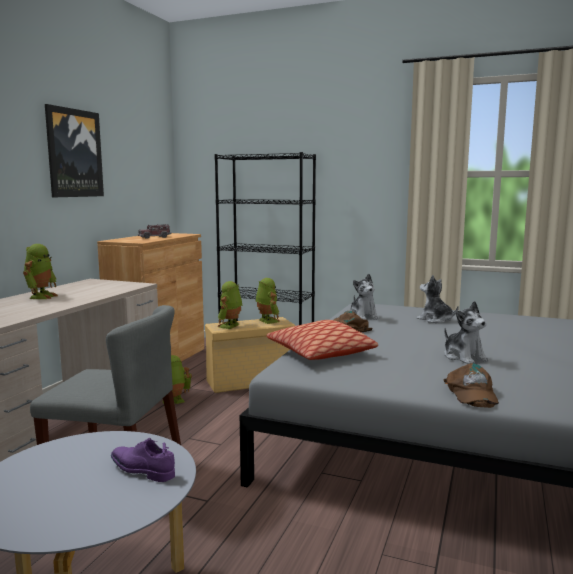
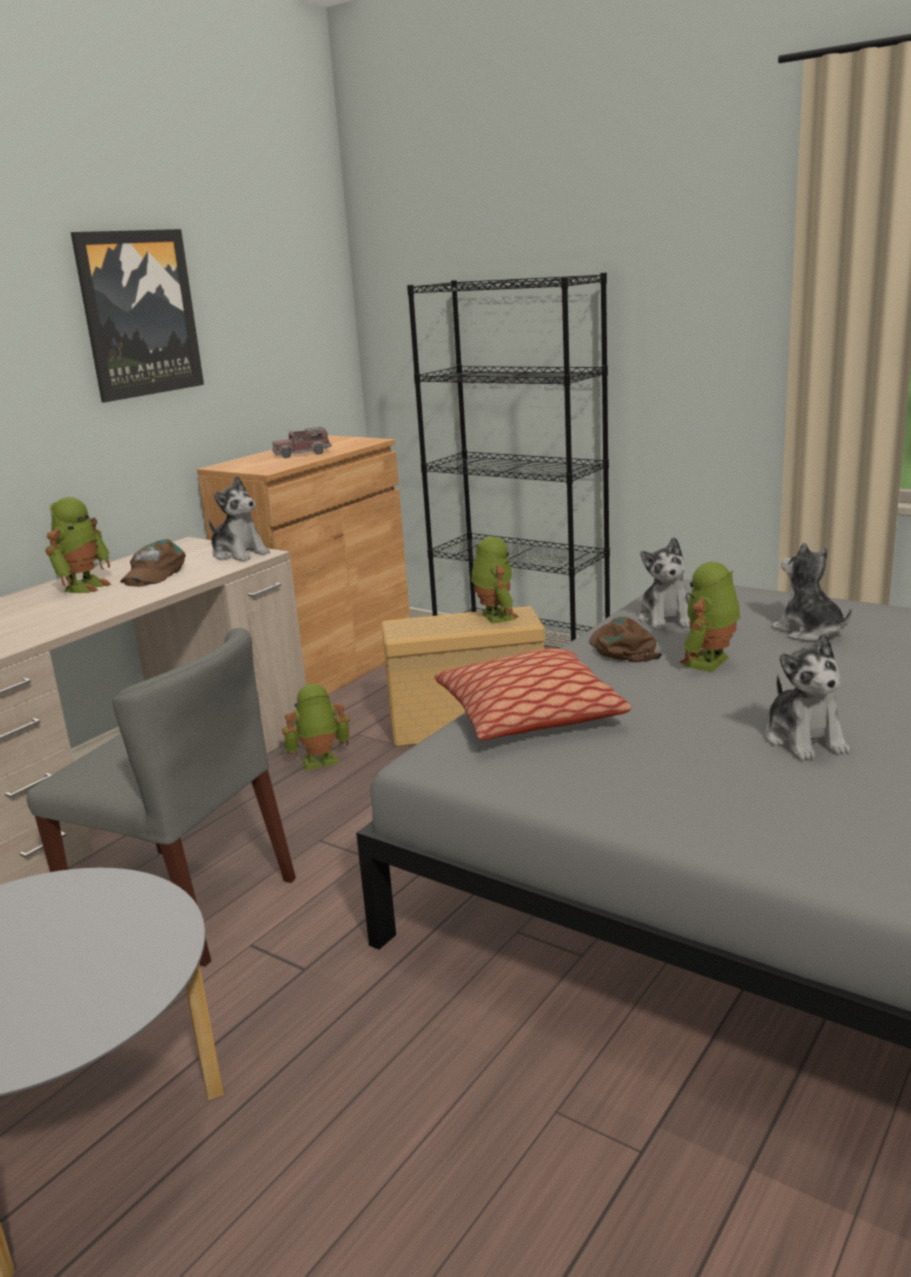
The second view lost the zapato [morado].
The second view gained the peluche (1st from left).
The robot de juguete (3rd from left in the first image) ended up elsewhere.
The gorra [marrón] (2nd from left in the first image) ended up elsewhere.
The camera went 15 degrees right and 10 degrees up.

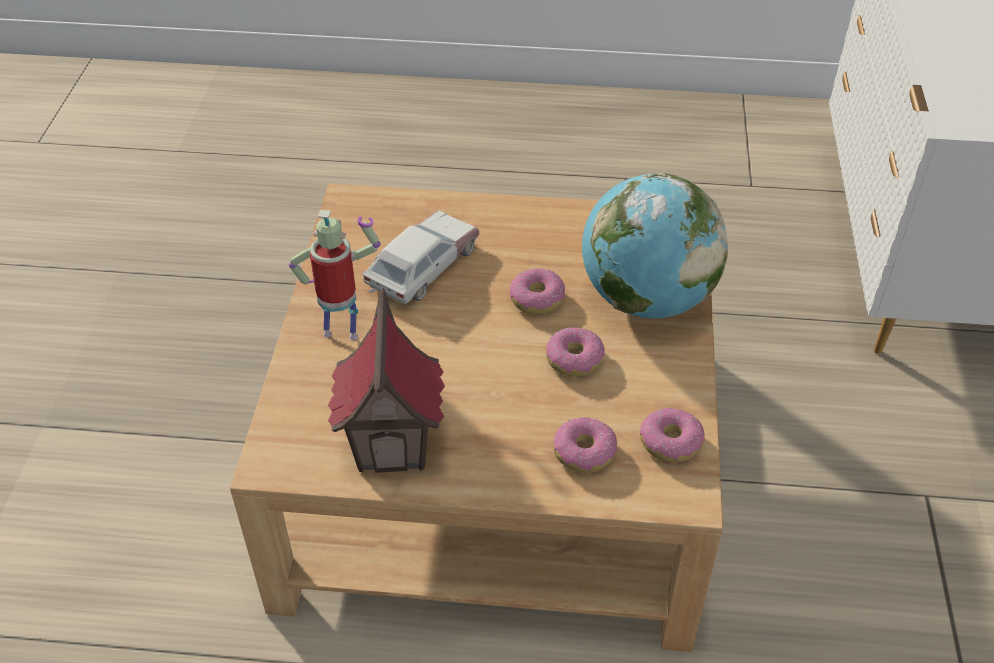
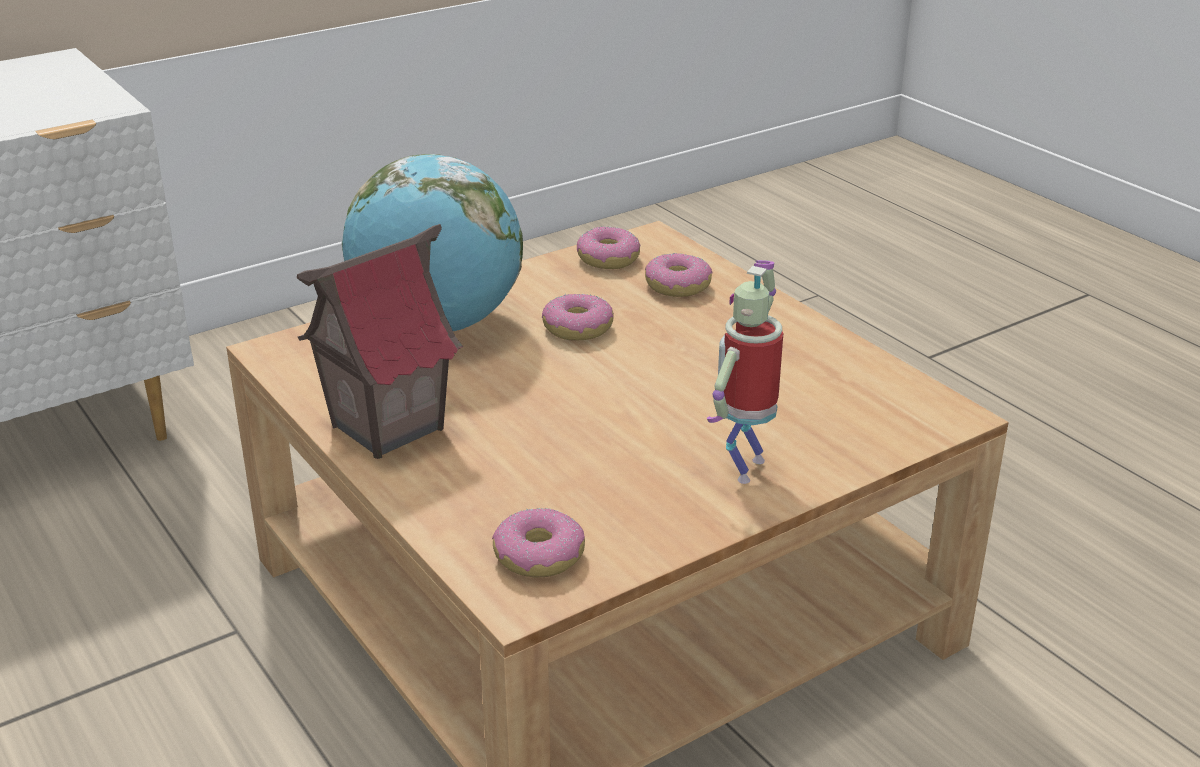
The second view lost the coche de juguete.
The casita ended up elsewhere.
The rosquilla (1st from left) ended up elsewhere.
The robot de juguete ended up facing another way, 60 degrees clockwise from before.
The camera went 130 degrees left and 15 degrees down.

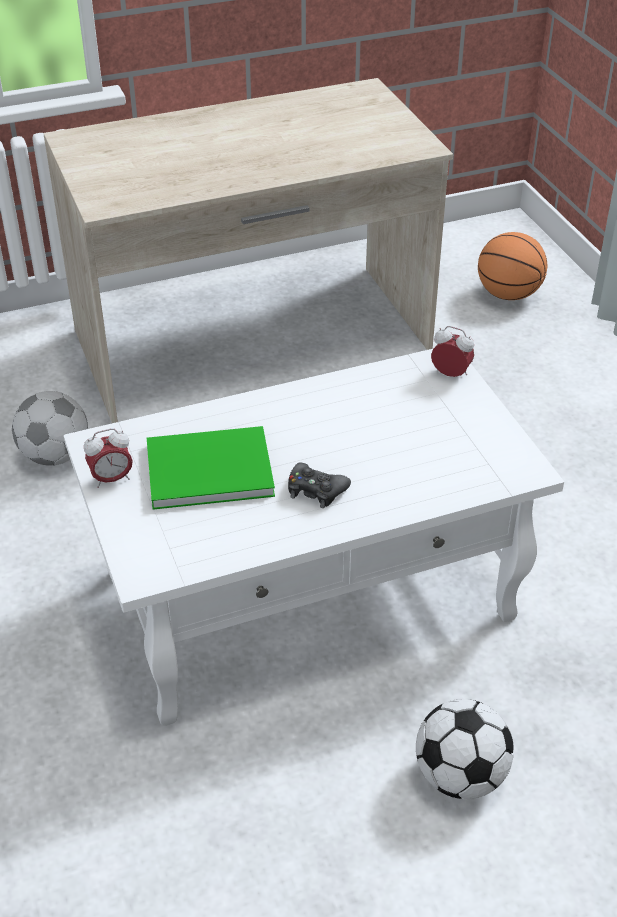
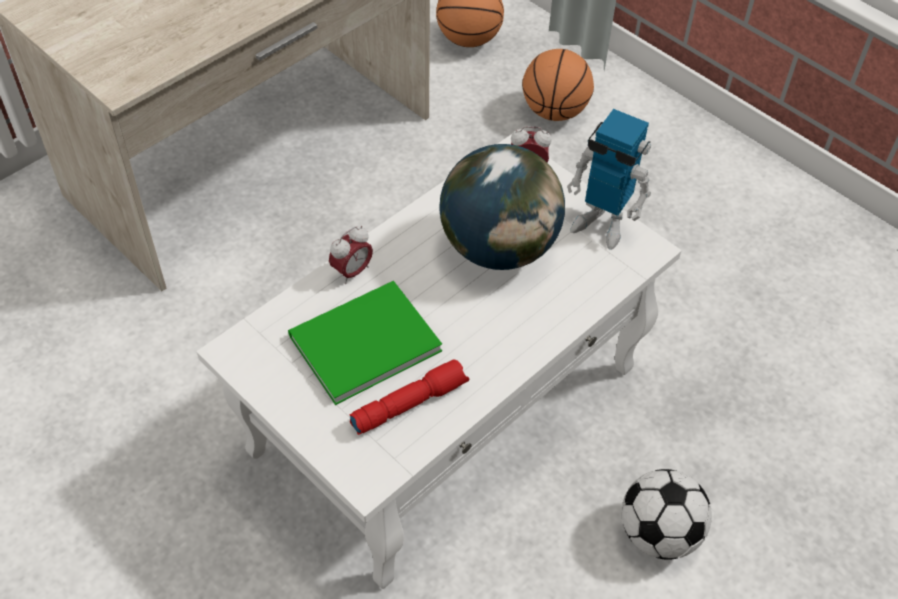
The second view lost the balón de fútbol (1st from left).
The second view lost the mando de consola [negro].
The second view gained the linterna [rojo].
The second view gained the globo terráqueo.
The second view gained the balón de baloncesto (2nd from left).
The second view gained the robot de juguete.
The despertador (1st from left) ended up elsewhere.
The camera went 25 degrees left and 10 degrees up.

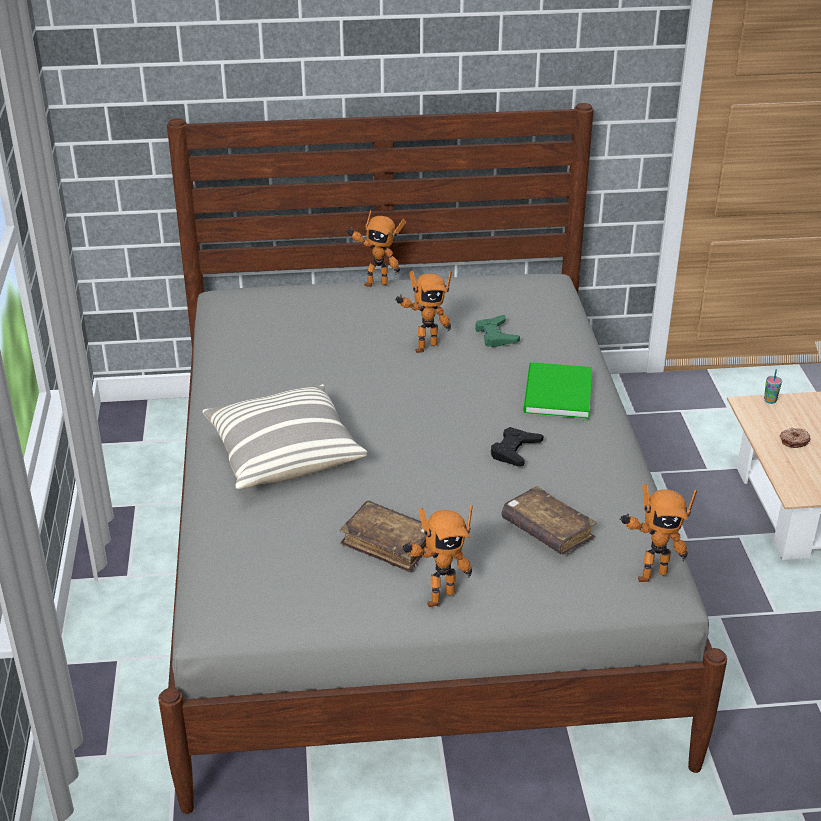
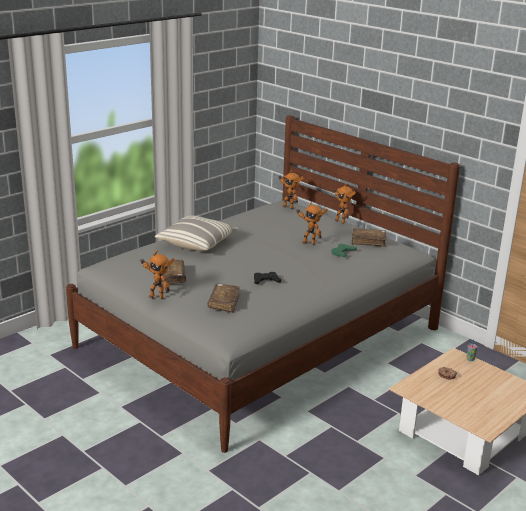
The second view lost the libro [verde].
The second view gained the libro [marrón] (3rd from left).
The robot de juguete (4th from left in the first image) ended up elsewhere.
The camera went 50 degrees right and 10 degrees down.

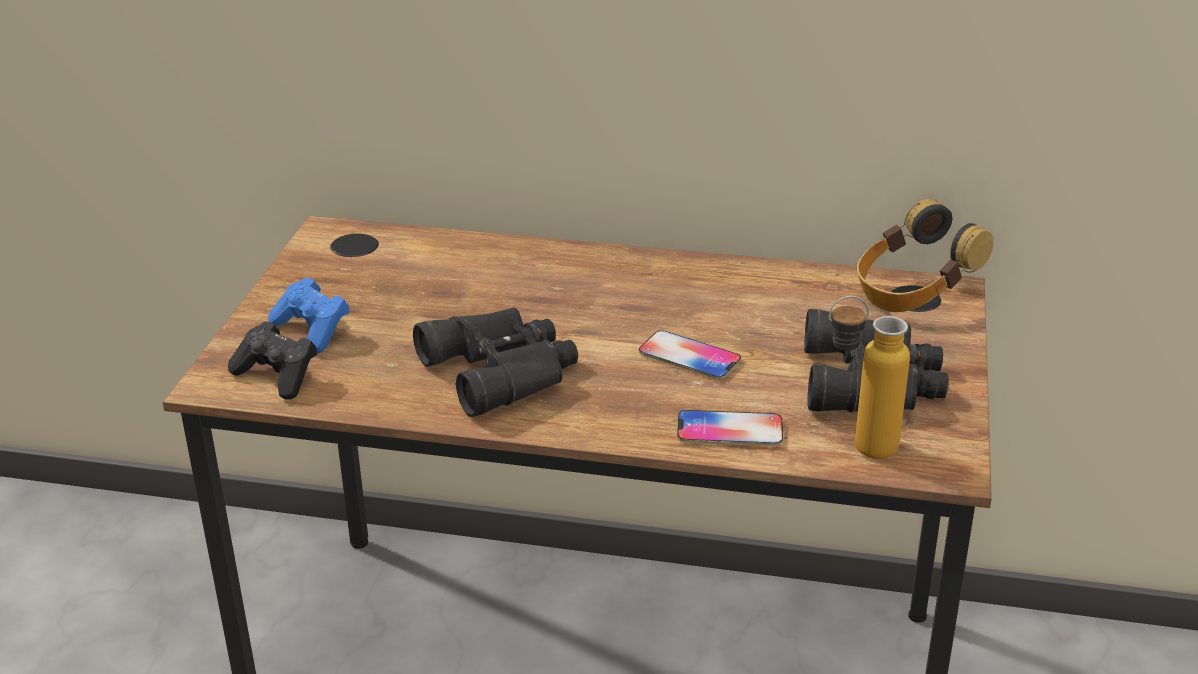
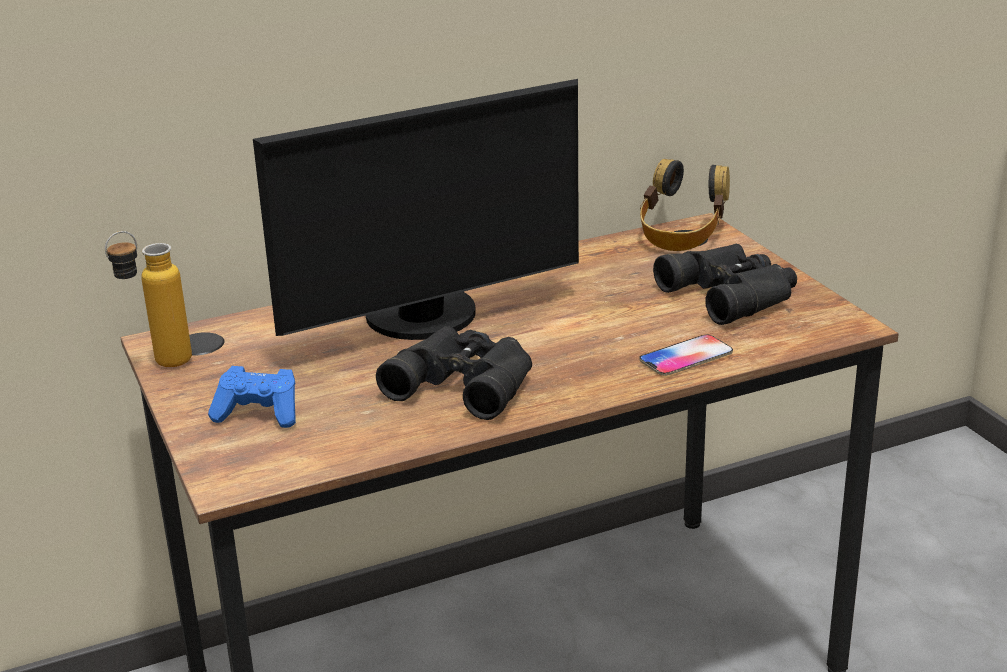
The second view lost the mando de consola [negro].
The second view lost the móvil (1st from left).
The second view gained the monitor.
The botella ended up elsewhere.
The camera went 35 degrees left and 5 degrees down.

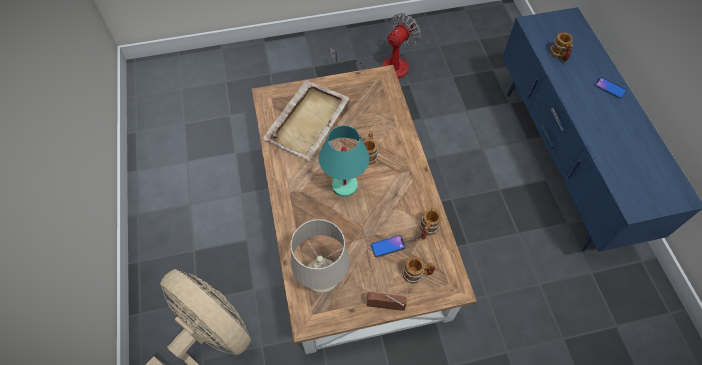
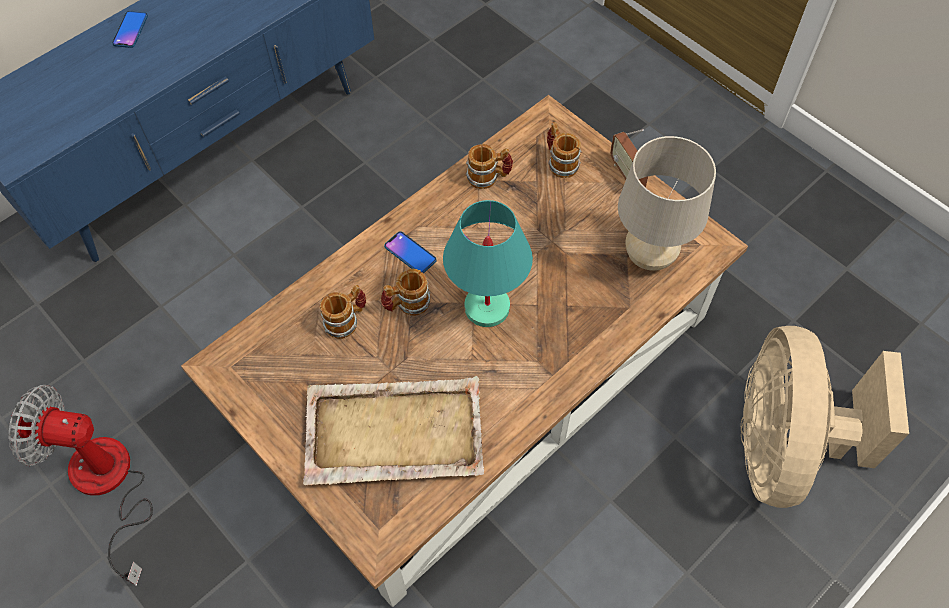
The móvil (1st from left in the first image) ended up elsewhere.
The taza grande (4th from left in the first image) ended up elsewhere.
The camera went 120 degrees left and 0 degrees up.

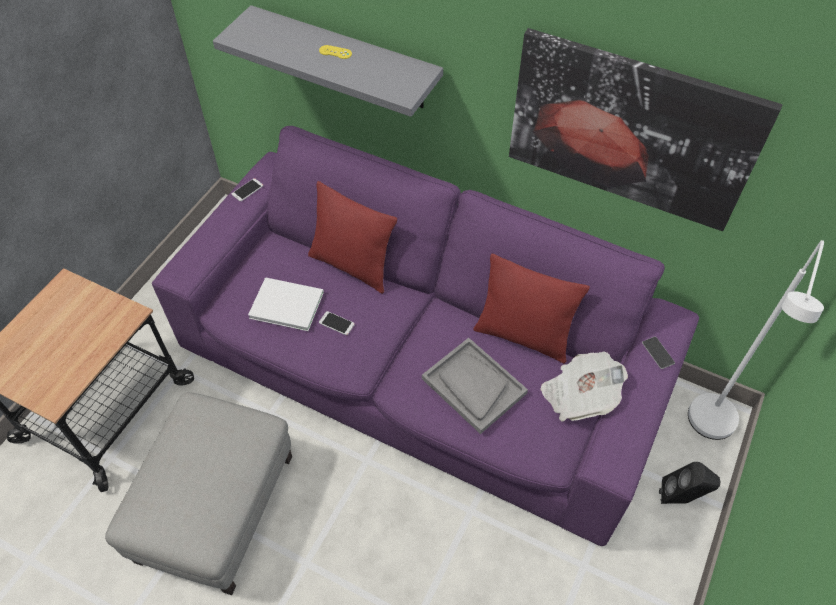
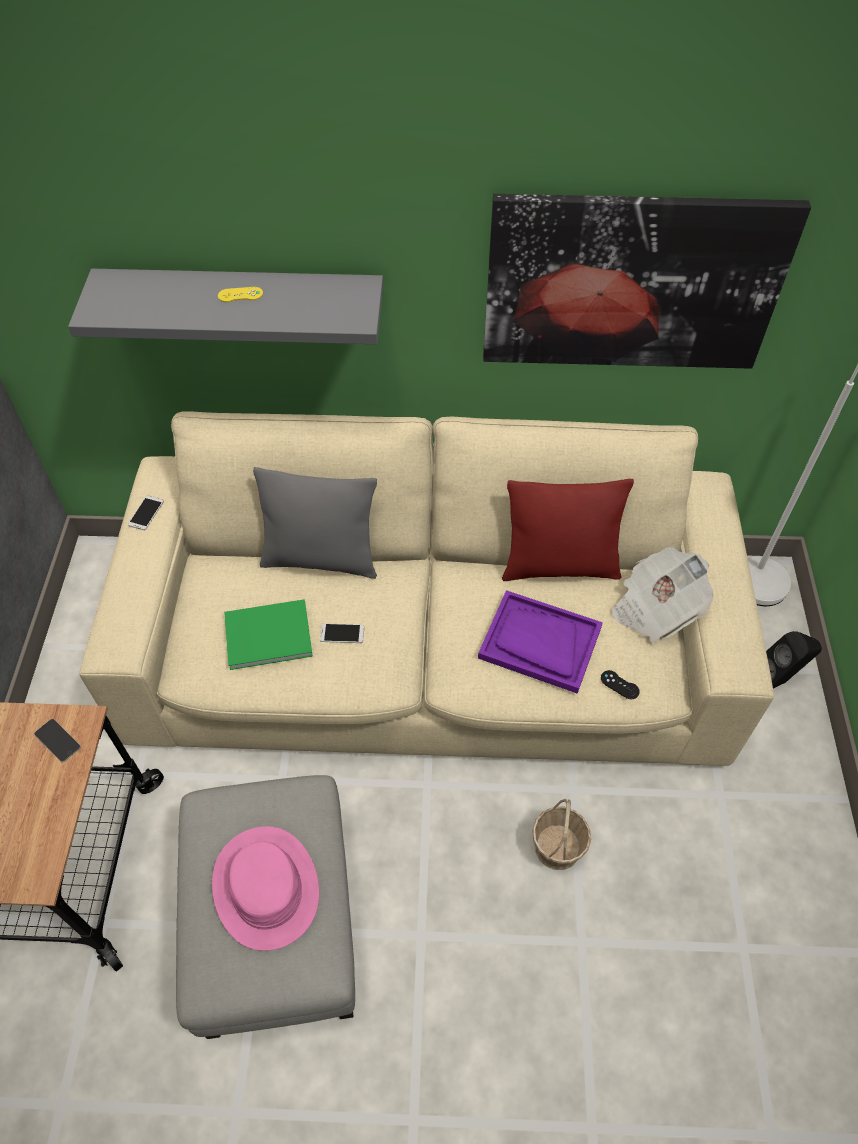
The second view gained the sombrero [rosa].
The second view gained the cesta.
The second view gained the mando de consola [negro].
The móvil (3rd from left in the first image) ended up elsewhere.
What was the sofá [morado] turned into the sofá [beis].
What was the libro [blanco] turned into the libro [verde].
What was the cojín [rojo] (1st from left) turned into the cojín [gris].
What was the bandeja [gris] turned into the bandeja [morado].
The camera went 25 degrees left and 0 degrees up.

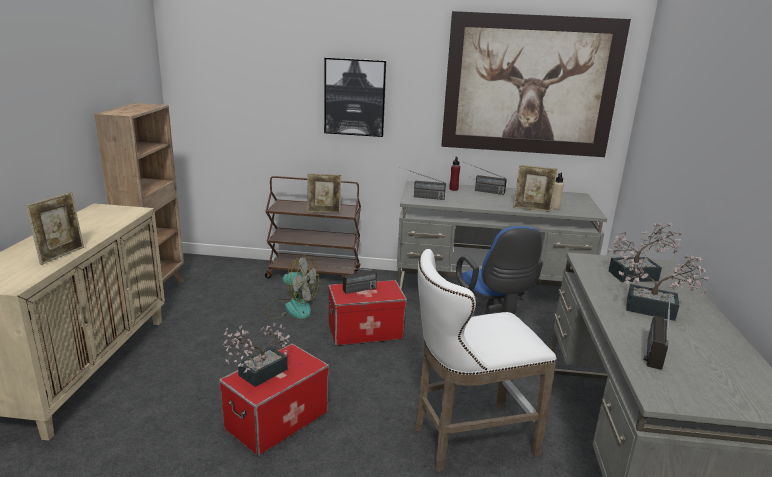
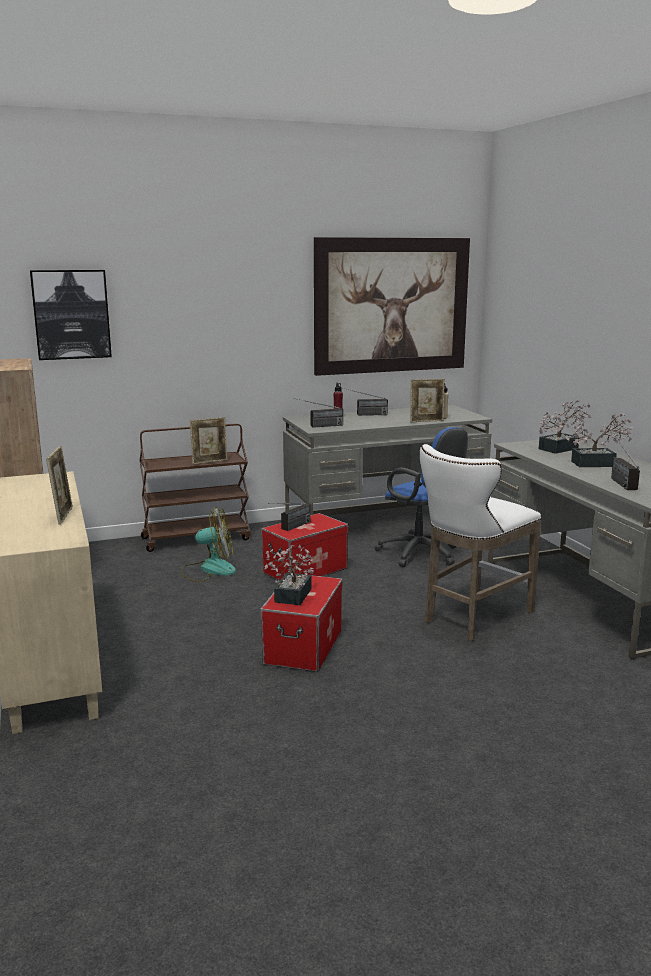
The cuadro (1st from left) ended up elsewhere.
The camera went 25 degrees left and 5 degrees down.

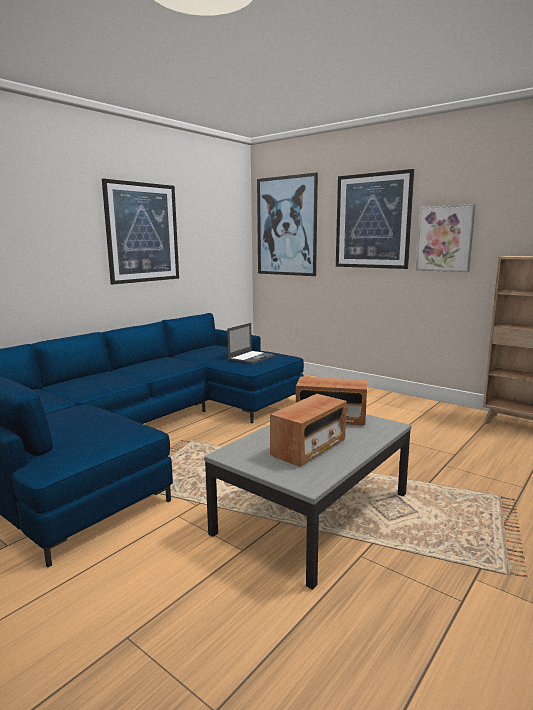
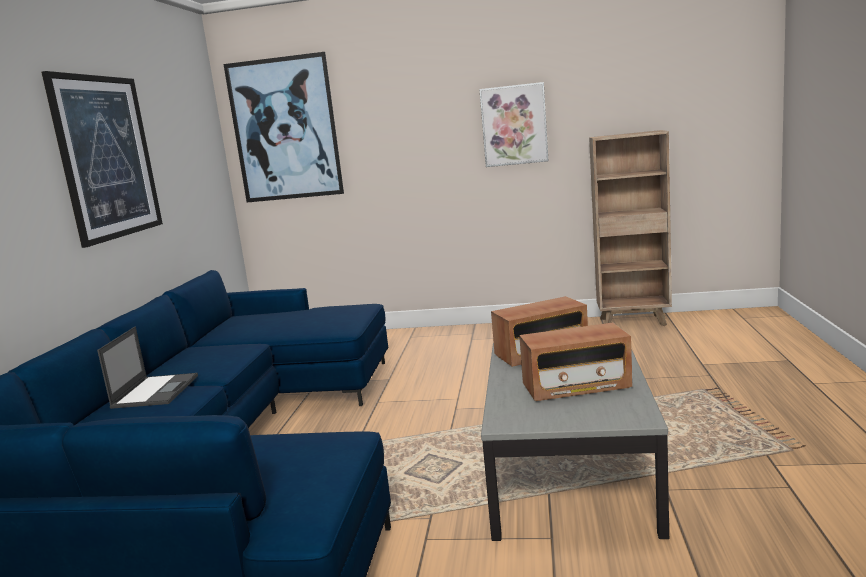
The second view lost the cuadro (3rd from left).
The portátil ended up elsewhere.
The radio (1st from left in the first image) ended up facing another way, 75 degrees clockwise from before.
The camera went 30 degrees left and 0 degrees up.

